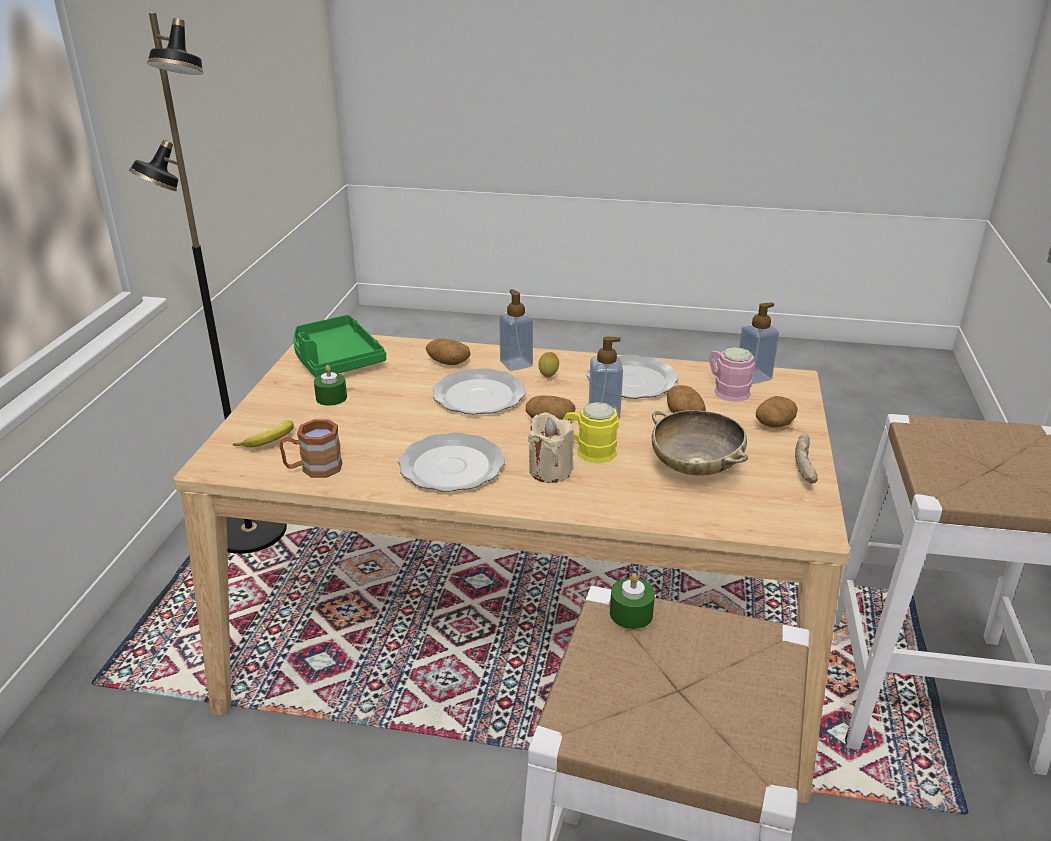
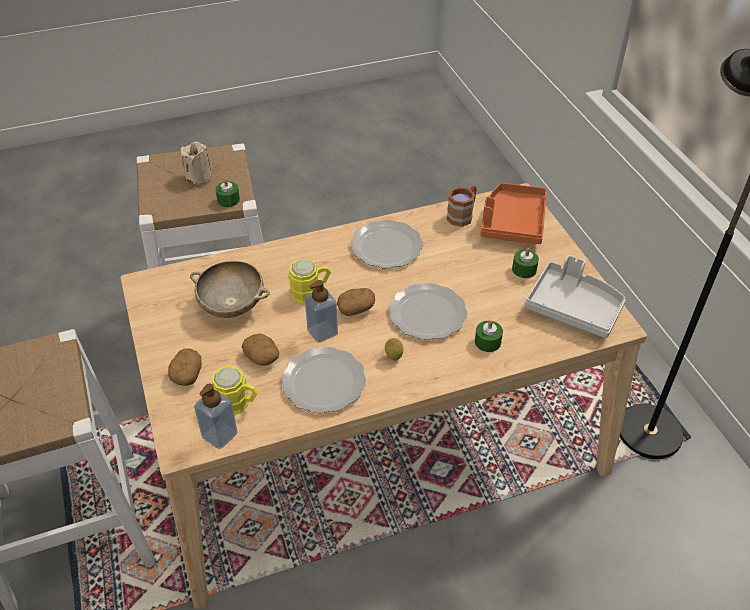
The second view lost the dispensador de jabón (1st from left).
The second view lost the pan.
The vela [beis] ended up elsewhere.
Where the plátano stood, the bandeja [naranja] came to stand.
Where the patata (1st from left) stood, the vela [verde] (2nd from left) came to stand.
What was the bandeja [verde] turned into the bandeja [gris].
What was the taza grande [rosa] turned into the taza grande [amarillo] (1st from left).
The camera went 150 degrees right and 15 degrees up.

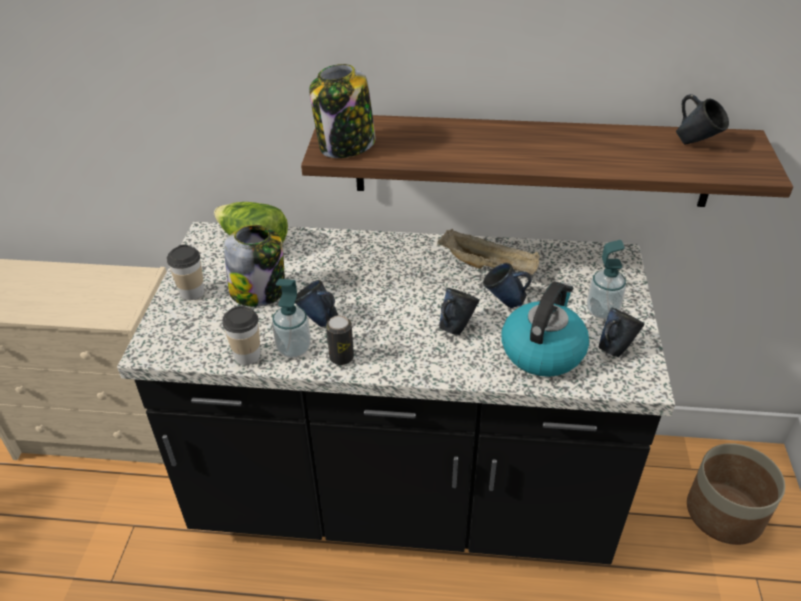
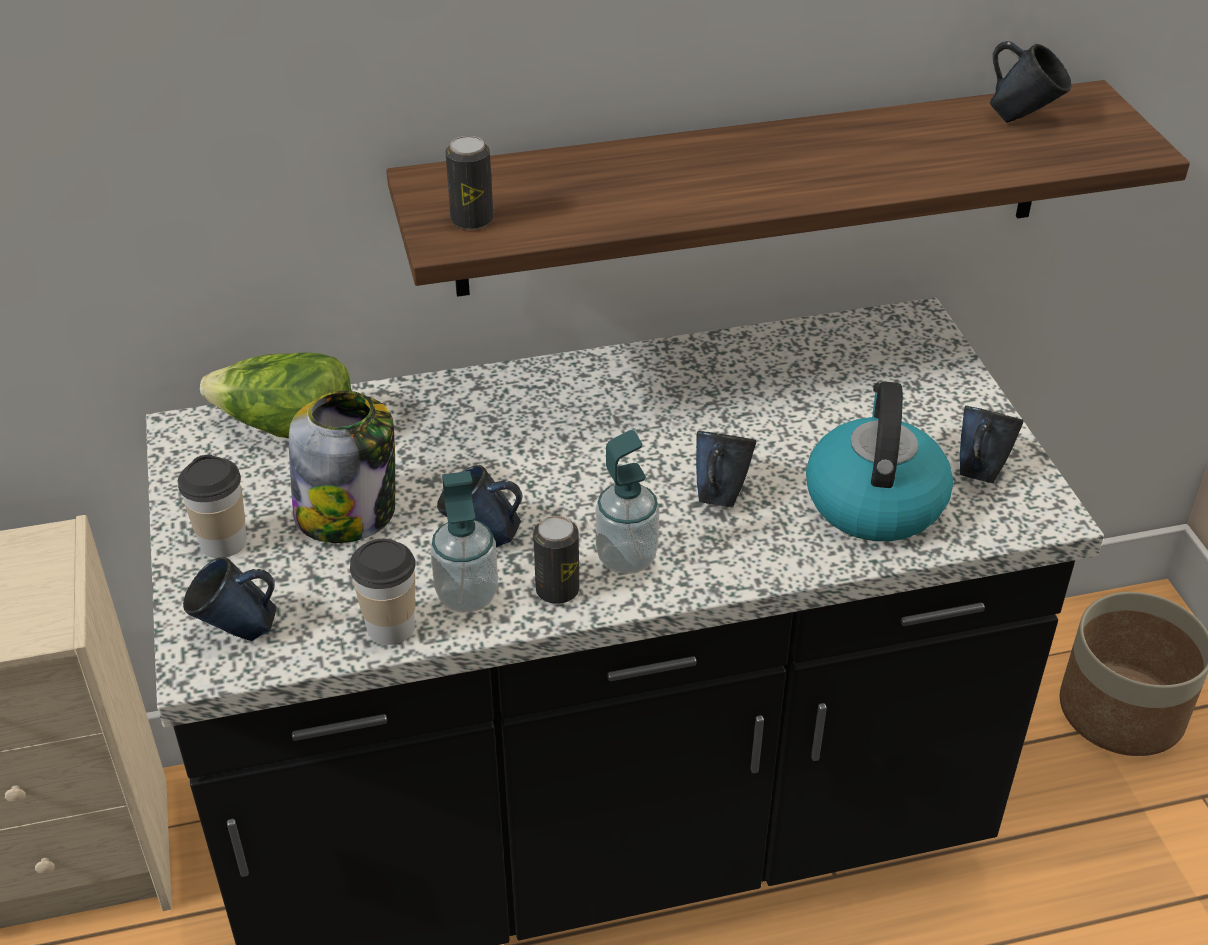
The second view lost the bandeja [beis].
The taza grande [azul] (3rd from left in the first image) ended up elsewhere.
The dispensador de jabón (2nd from left) ended up elsewhere.
Where the tarro (2nd from left) stood, the lata (1st from left) came to stand.
The camera went 20 degrees left and 0 degrees up.

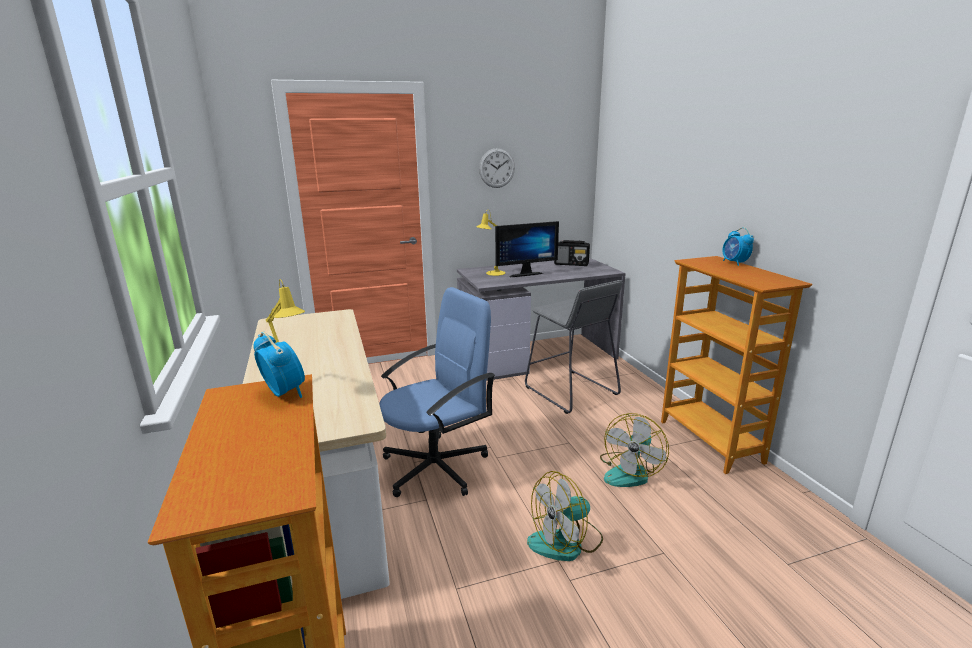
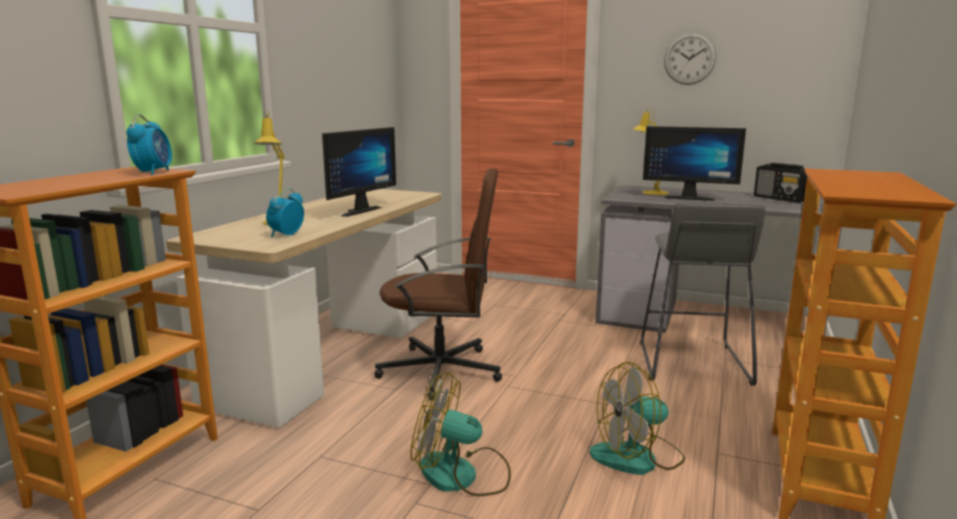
The second view gained the monitor (1st from left).
The despertador (2nd from left) ended up elsewhere.
What was the silla de oficina [azul] turned into the silla de oficina [marrón].
The camera went 40 degrees right and 5 degrees down.

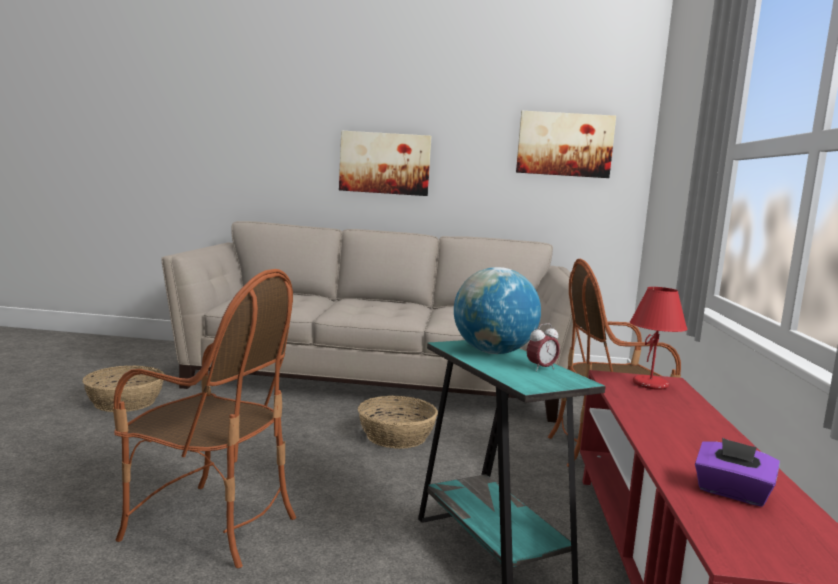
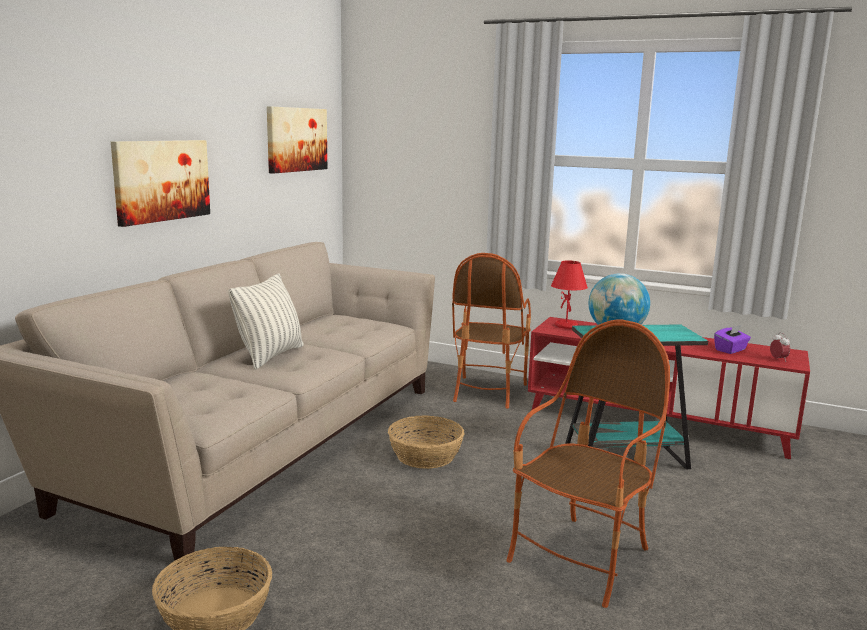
The second view gained the cojín.
The despertador ended up elsewhere.
The camera went 70 degrees left and 5 degrees up.

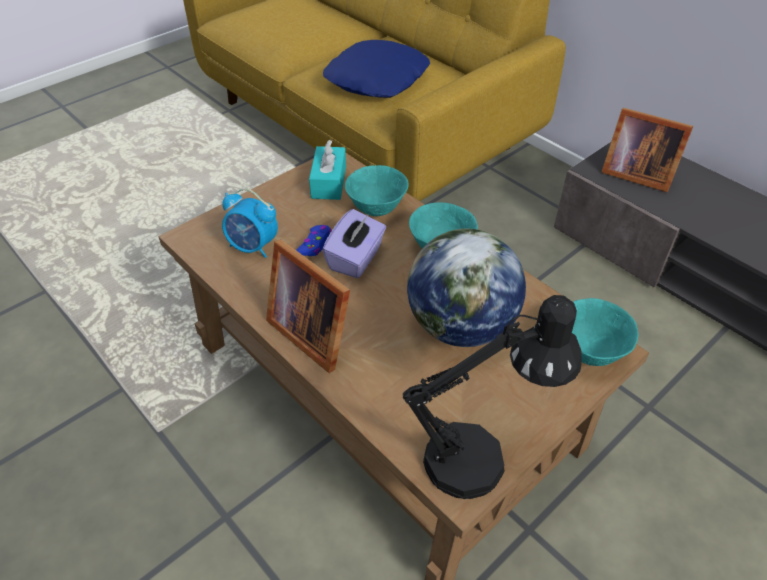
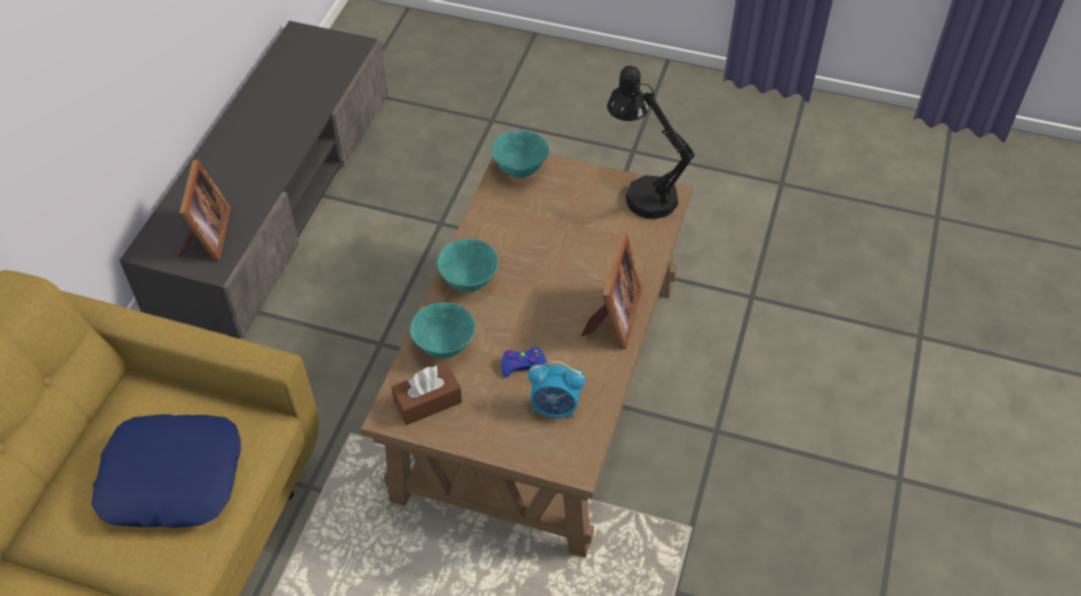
The second view lost the caja de pañuelos [morado].
The second view lost the globo terráqueo.
What was the caja de pañuelos [turquesa] turned into the caja de pañuelos [marrón].
The despertador ended up facing another way, 105 degrees clockwise from before.
The camera went 120 degrees left and 5 degrees up.

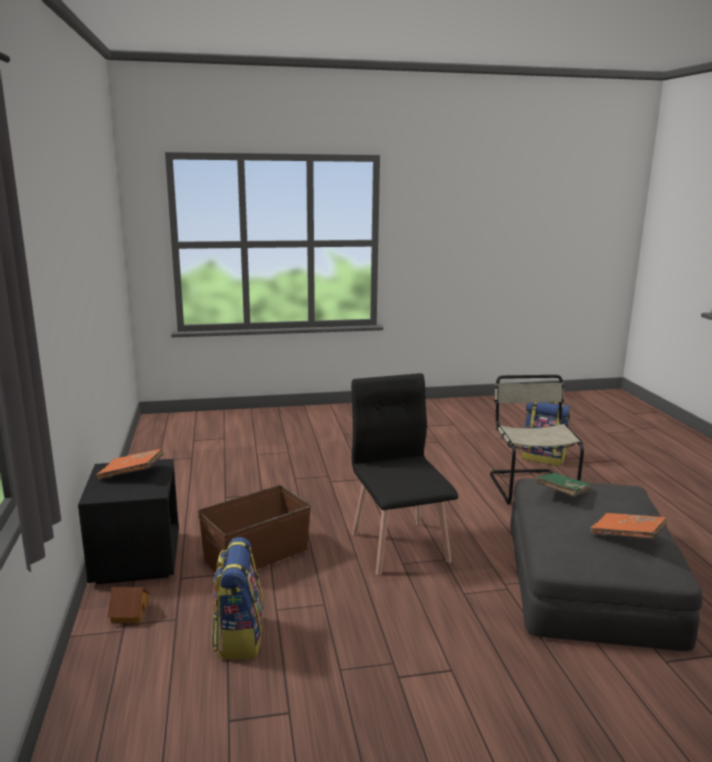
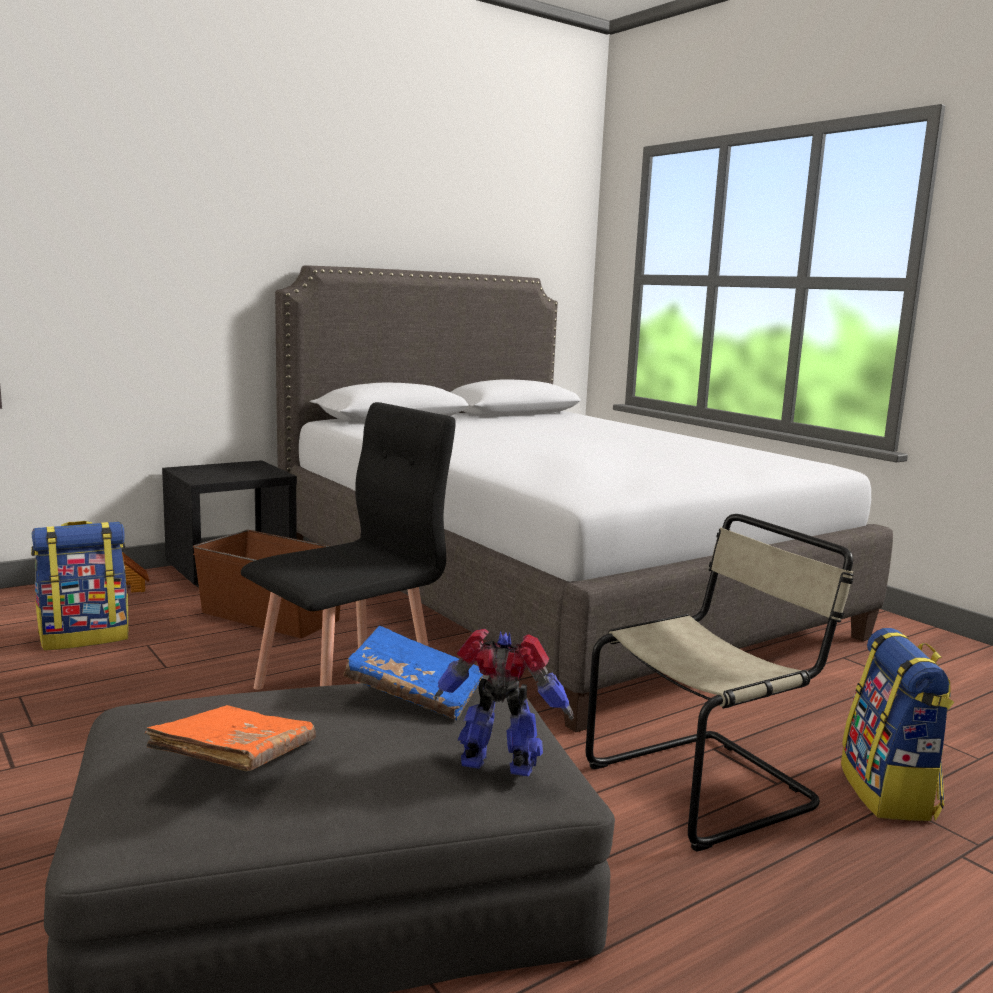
The second view lost the libro [naranja] (1st from left).
The second view gained the cama [gris].
The second view gained the robot de juguete.
What was the libro [verde] turned into the libro [azul].
The camera went 65 degrees right and 5 degrees down.

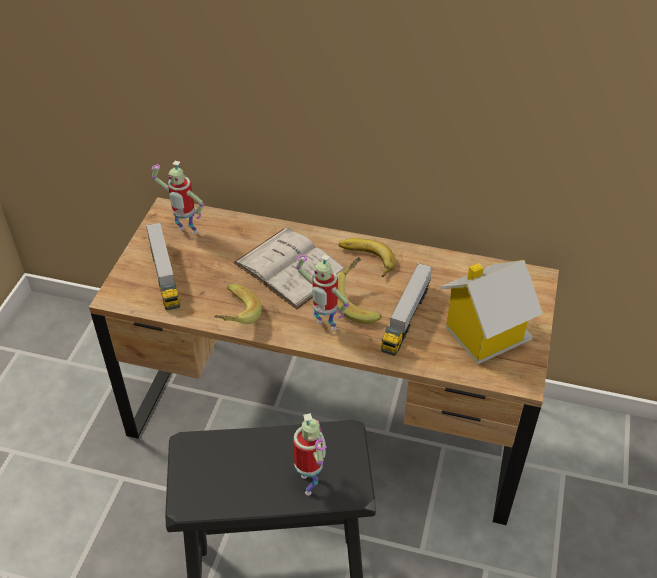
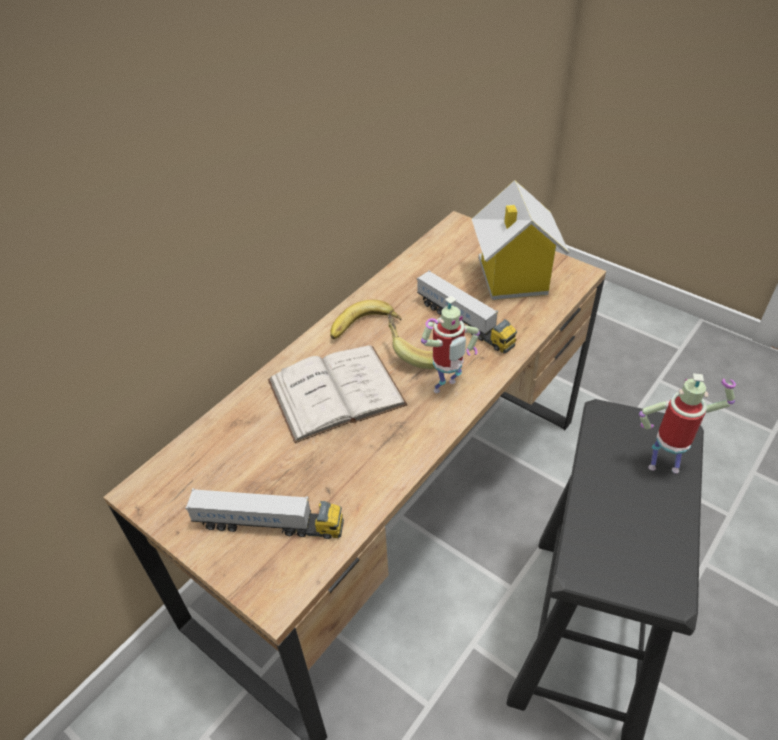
The second view lost the robot de juguete (1st from left).
The second view lost the plátano (1st from left).
The camera went 65 degrees left and 0 degrees up.

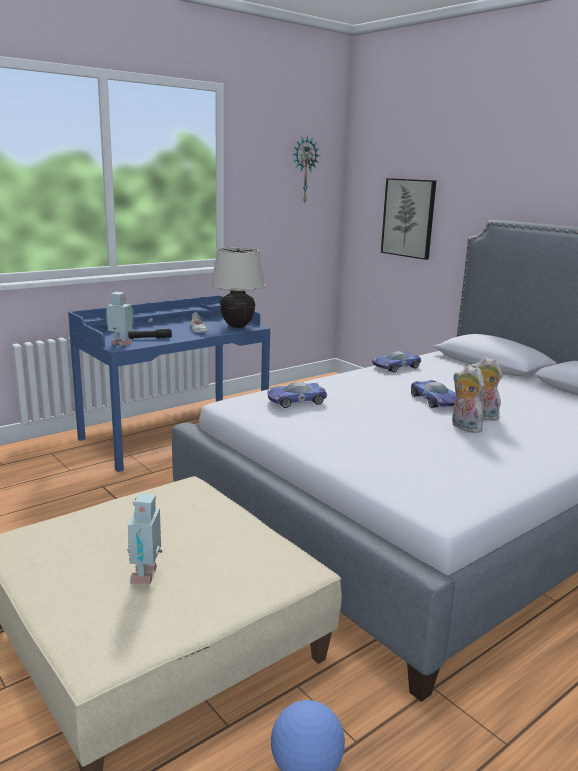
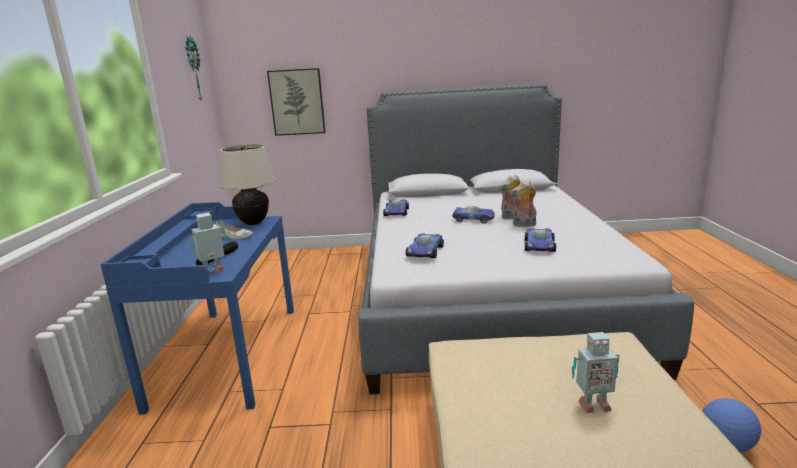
The second view gained the coche de juguete (4th from left).
The robot de juguete (2nd from left) ended up facing another way, 45 degrees counterclockwise from before.
The camera went 50 degrees left and 0 degrees up.

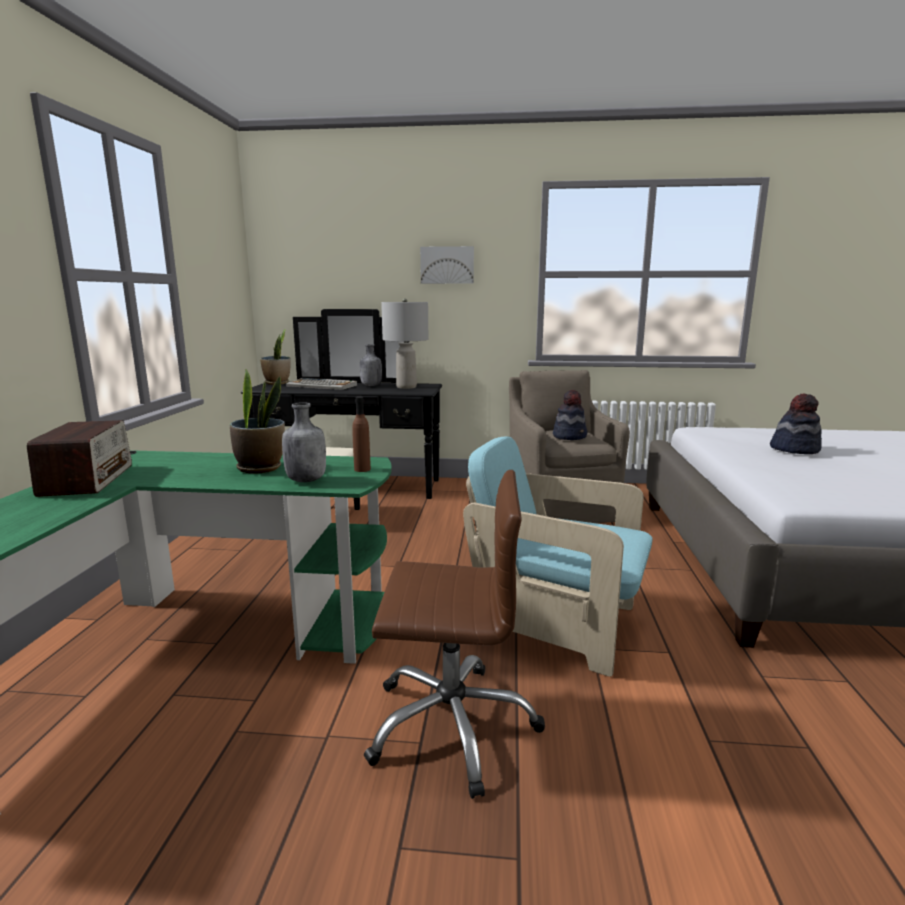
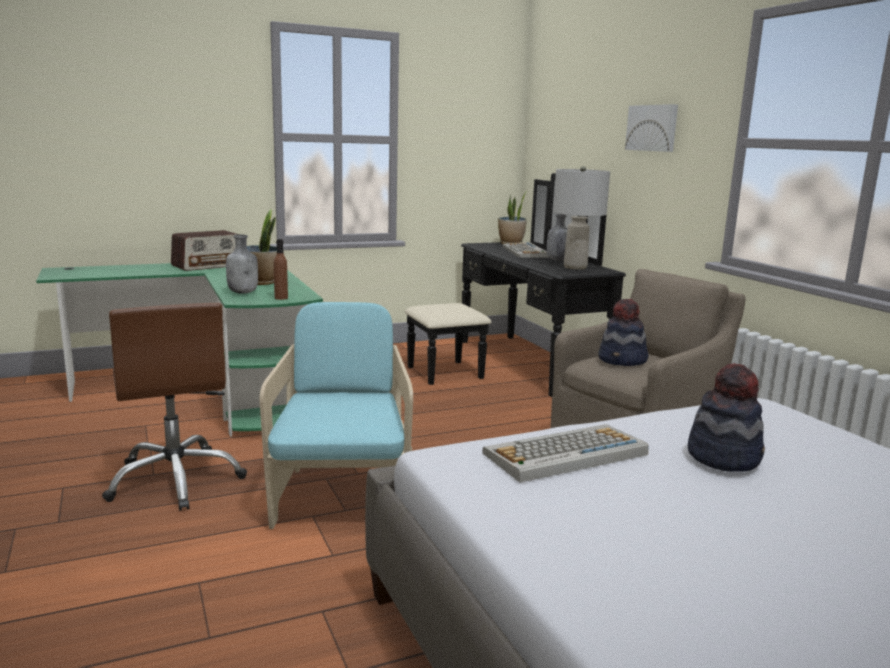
The second view gained the teclado (2nd from left).
The camera went 60 degrees right and 0 degrees up.

